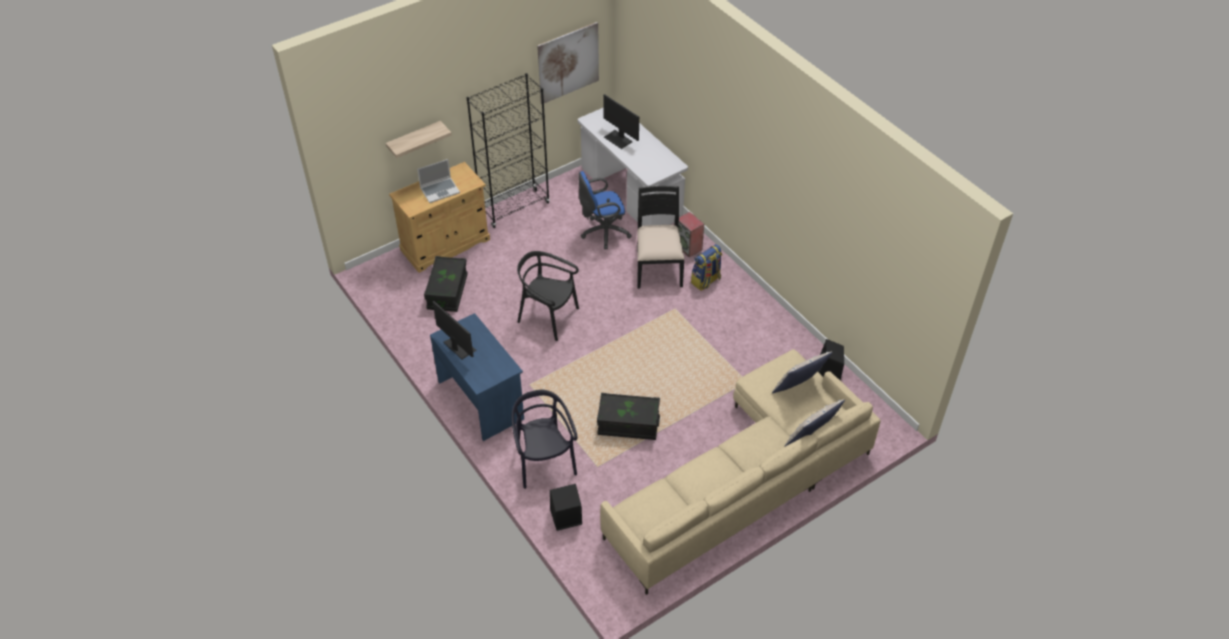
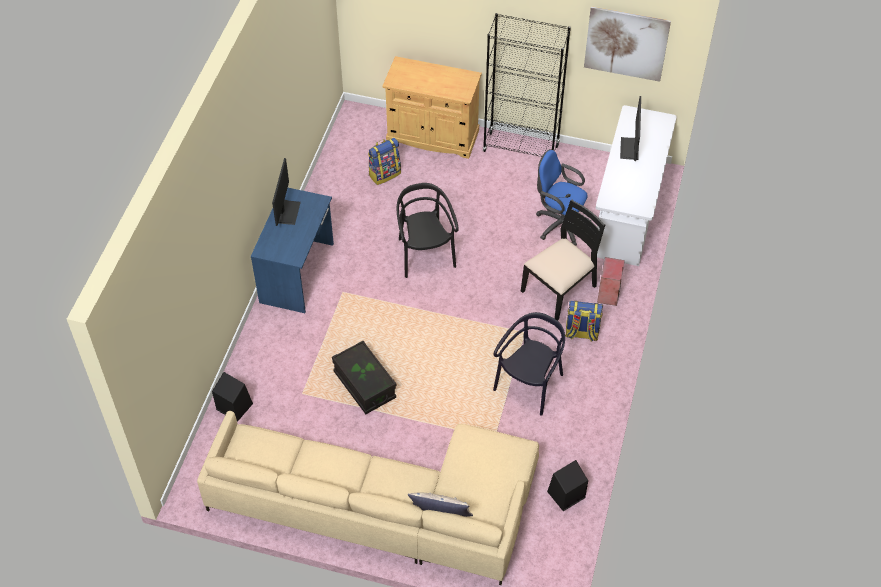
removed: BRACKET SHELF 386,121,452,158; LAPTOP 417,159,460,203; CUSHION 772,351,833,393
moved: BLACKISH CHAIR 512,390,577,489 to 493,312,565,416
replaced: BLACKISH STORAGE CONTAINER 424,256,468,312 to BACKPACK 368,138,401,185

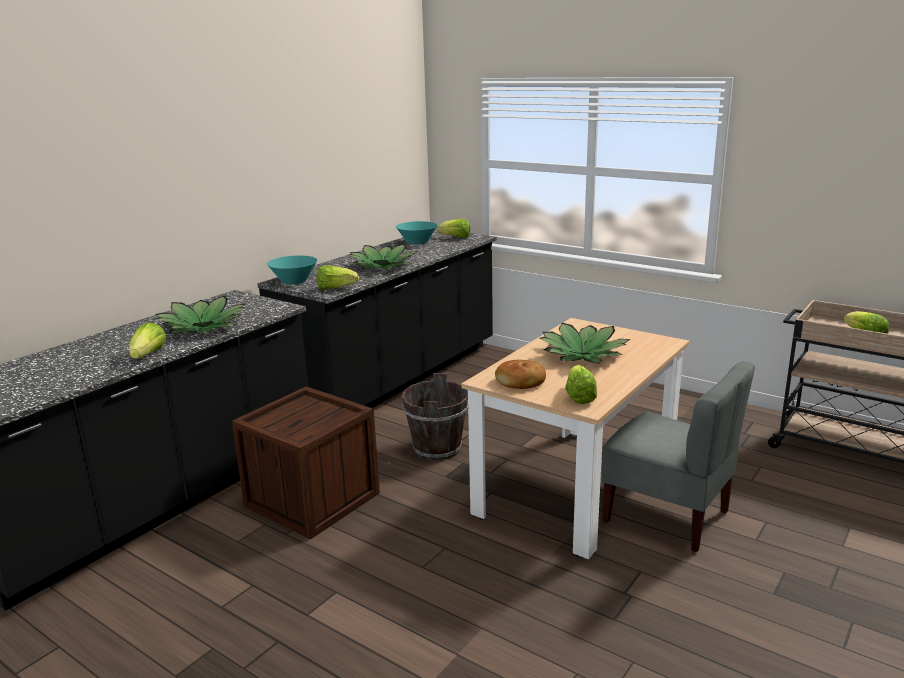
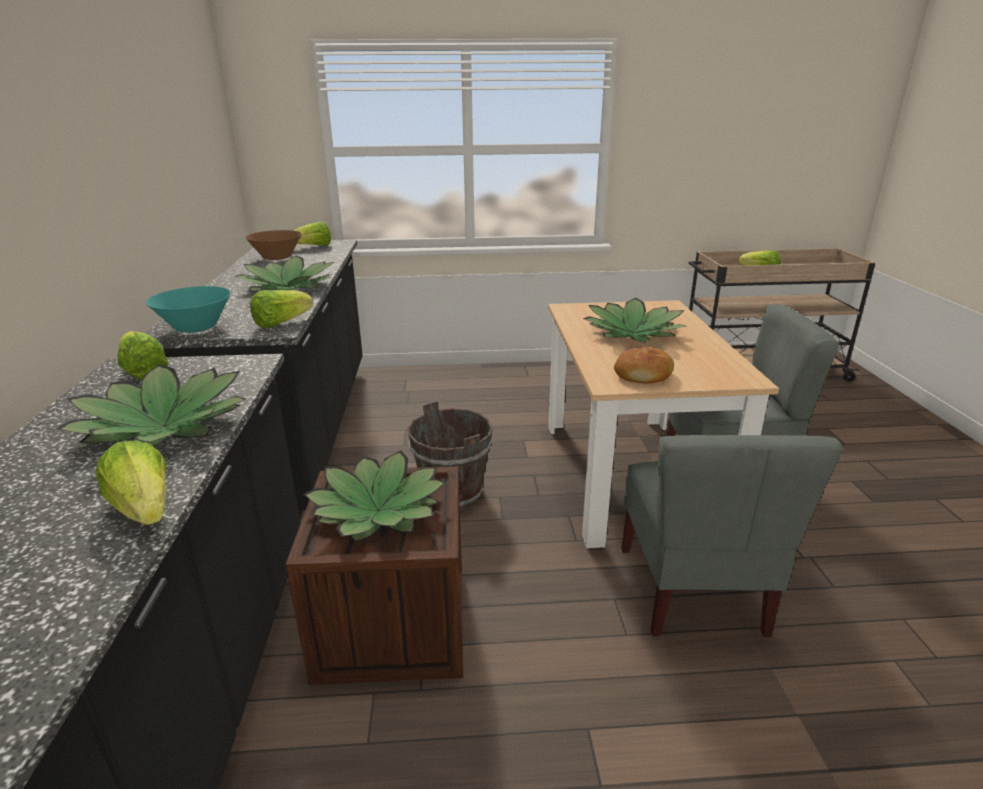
added: GRAY CHAIR 621,435,843,637; PLANT IN A POT 304,450,446,542
moved: HEAD OF LETTUCE 565,365,597,404 to 117,331,168,380
recoloured: TURQUOISE-COLOURED SERVING BOWL 396,221,438,245 to BROWNISH SERVING BOWL 245,230,302,260

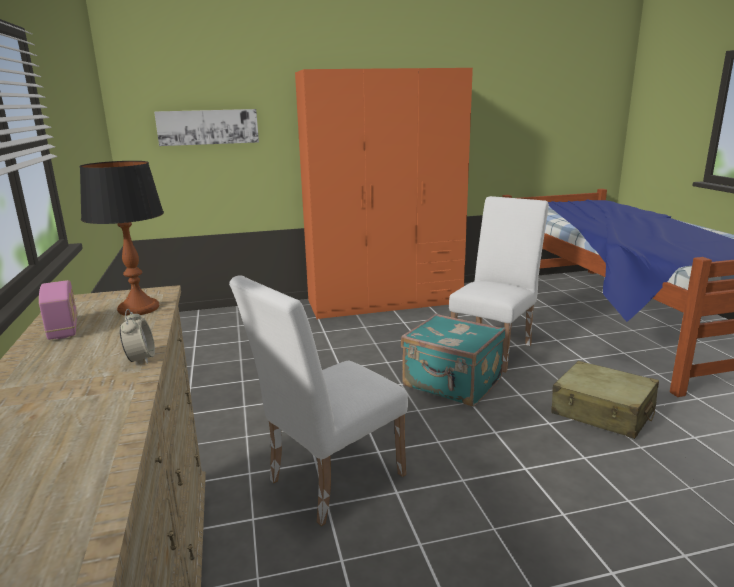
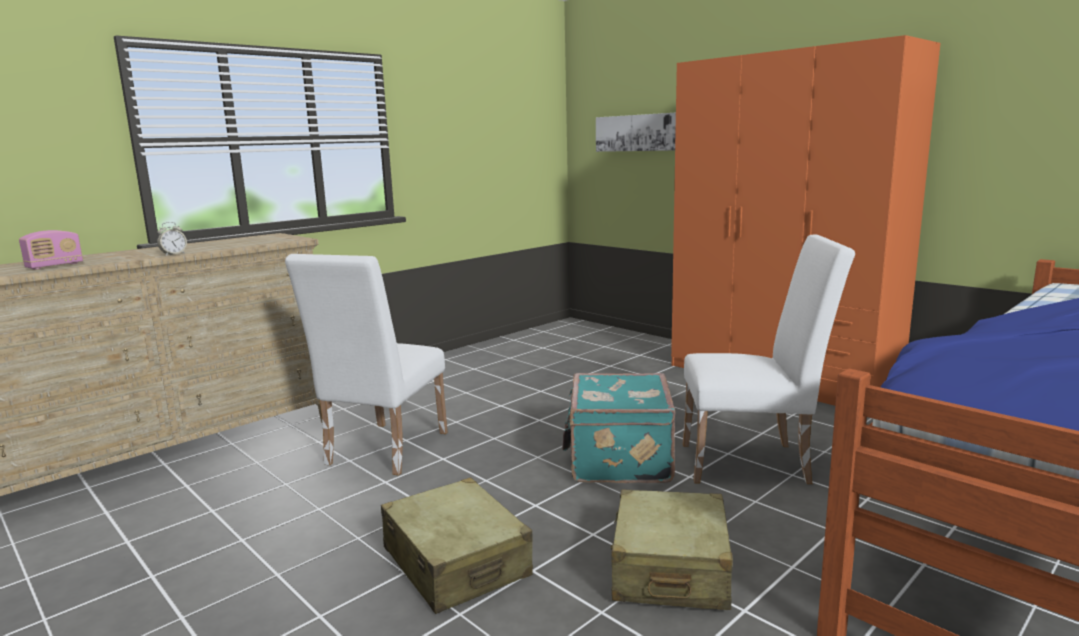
removed: LAMP FOR A TABLE 79,161,164,316
added: BEIGE PIECE OF LUGGAGE 381,477,533,614
moved: RADIO 39,280,77,340 to 19,230,83,269
turned: WHITE CHAIR 229,275,408,526 = 285,254,448,475 90 degrees counterclockwise

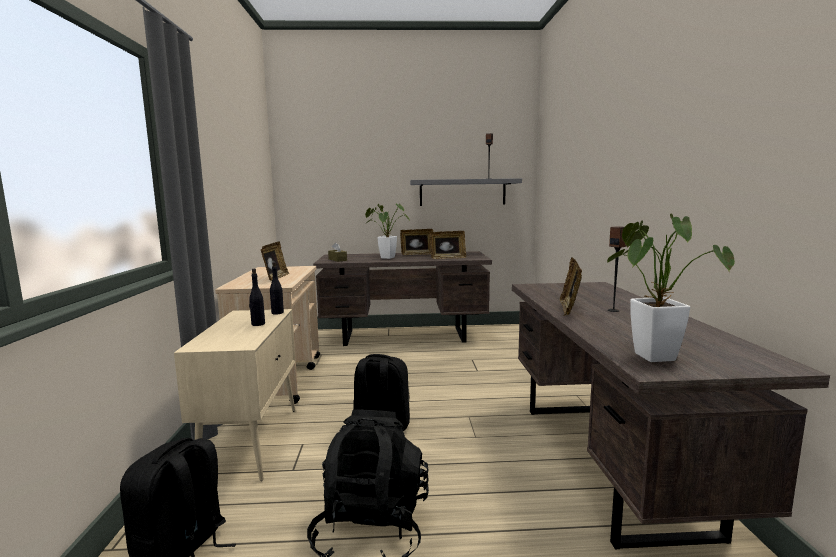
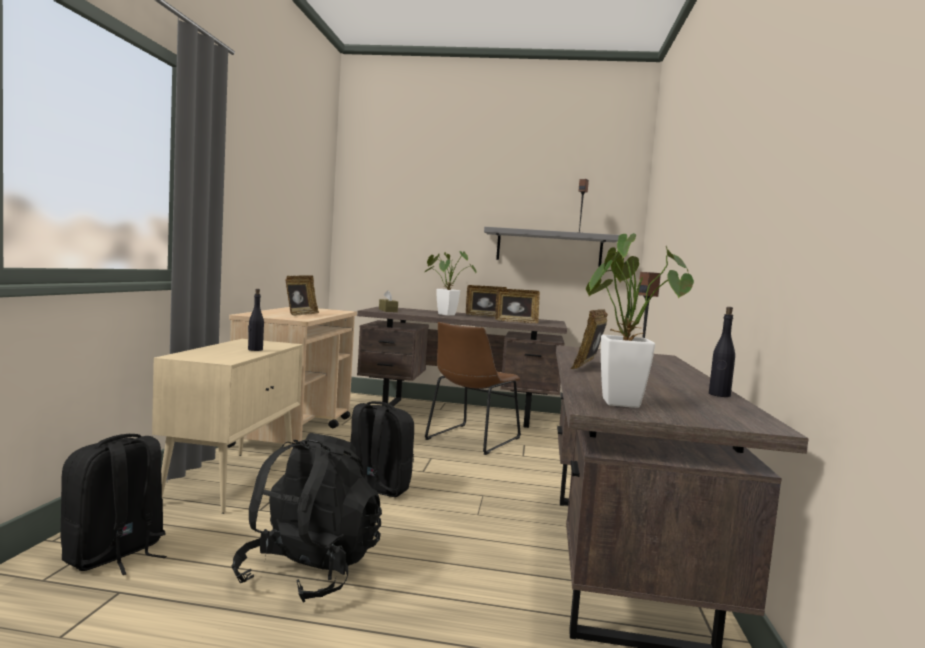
added: BROWNISH CHAIR 425,322,521,455
moved: BLACKISH DRINK BOTTLE 270,262,284,315 to 709,307,735,397

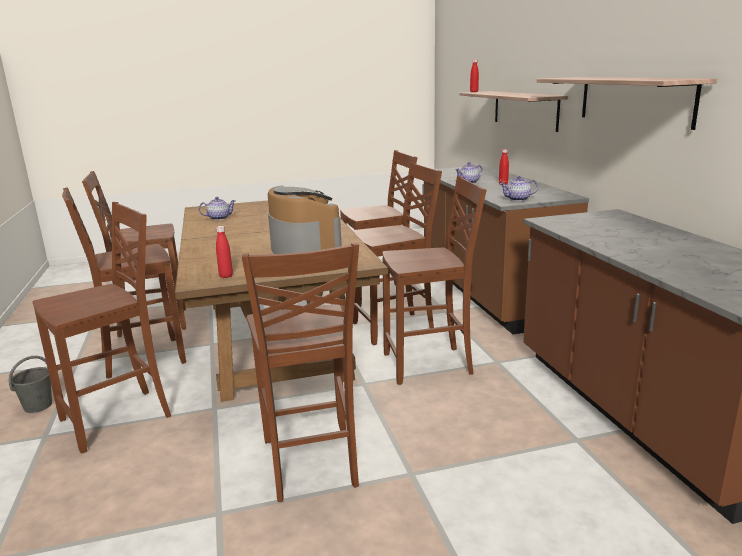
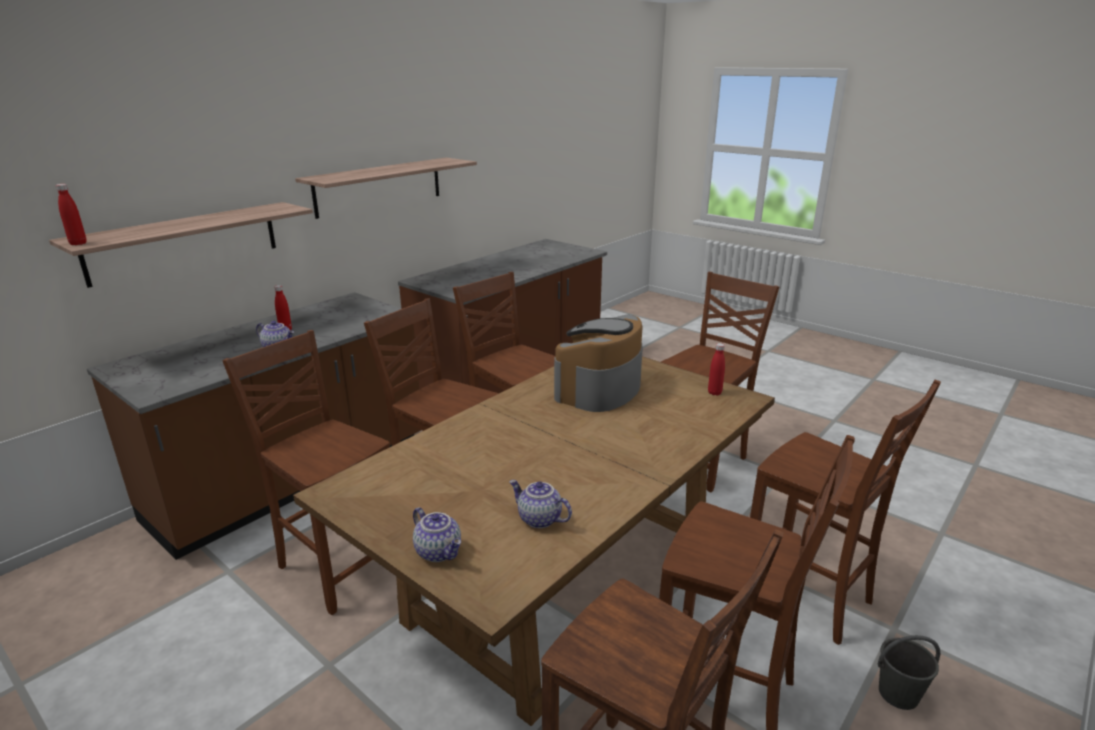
moved: POT FOR TEA 500,176,538,201 to 413,507,461,562
turned: BROWNISH CHAIR 33,202,171,454 = 750,380,941,645 150 degrees counterclockwise

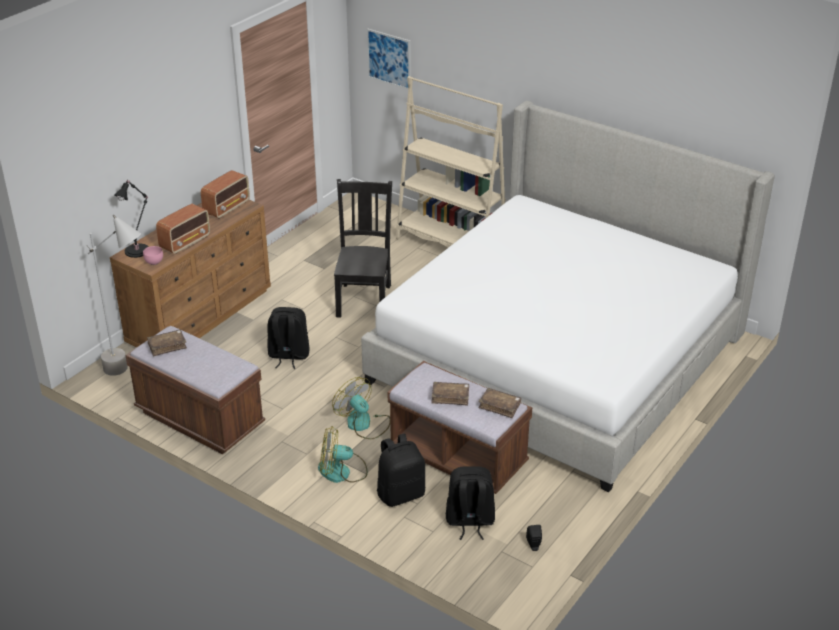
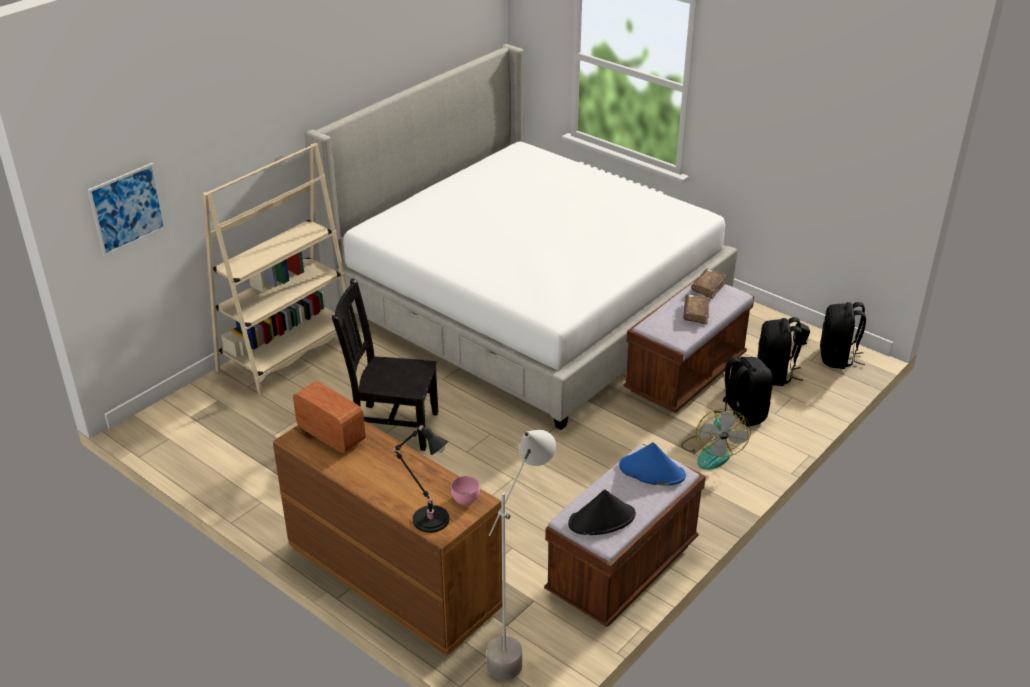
removed: RADIO 156,204,210,254; ELECTRIC FAN 332,377,390,439
added: BLUE-COLOURED CLOTHING HAT 619,442,686,486
moved: BLACKISH BACKPACK 267,307,309,369 to 820,302,866,369
replaced: BROWNISH BOUND BOOK 147,330,187,357 to BLACKISH CLOTHING HAT 568,489,636,535

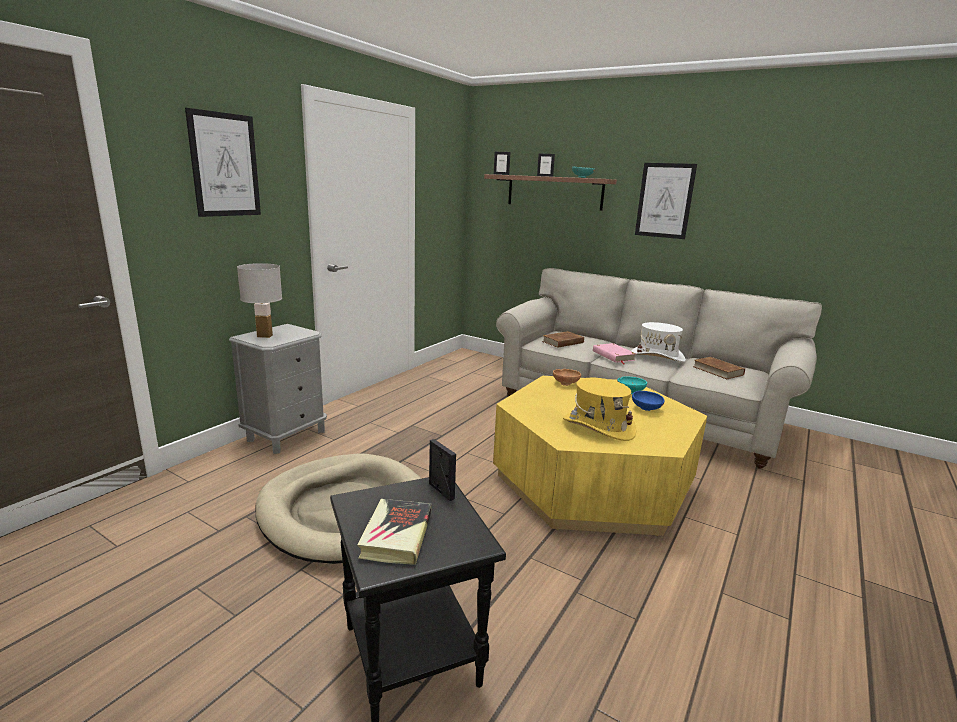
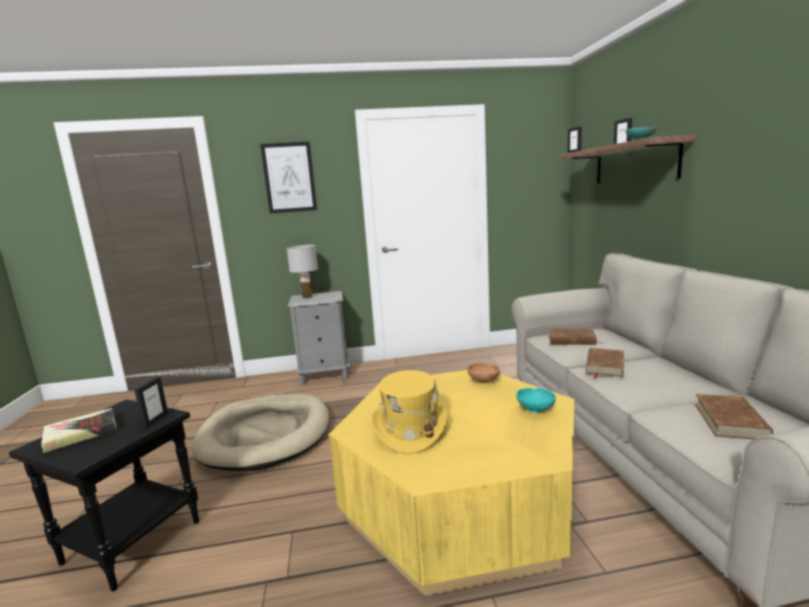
removed: PICTURE 635,163,697,239; WHITE CLOTHING HAT 632,322,686,362; BLUE-COLOURED SERVING BOWL 632,391,665,411
recoloured: PINK-COLOURED BOUND BOOK 593,343,636,364 to BROWNISH BOUND BOOK 586,348,624,378

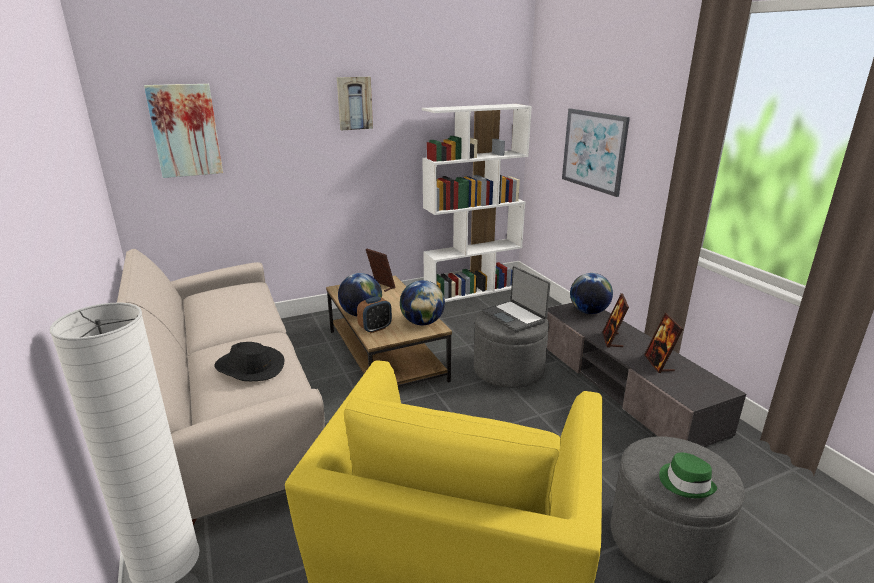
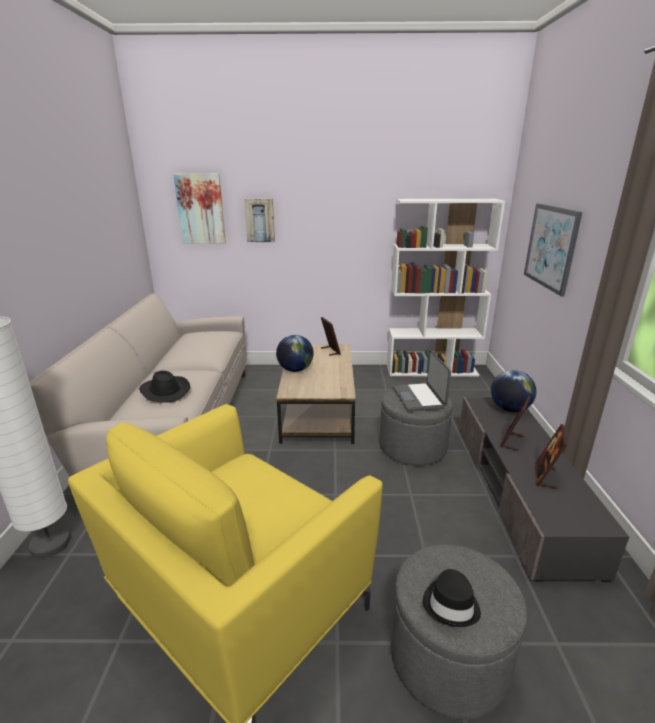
removed: GLOBE 400,280,445,325; BEDSIDE CLOCK 357,296,392,333
moved: PICTURE 337,77,373,130 to 244,199,275,242
recoloured: GREEN-COLOURED CLOTHING HAT 659,453,717,498 to BLACKISH CLOTHING HAT 423,569,481,627

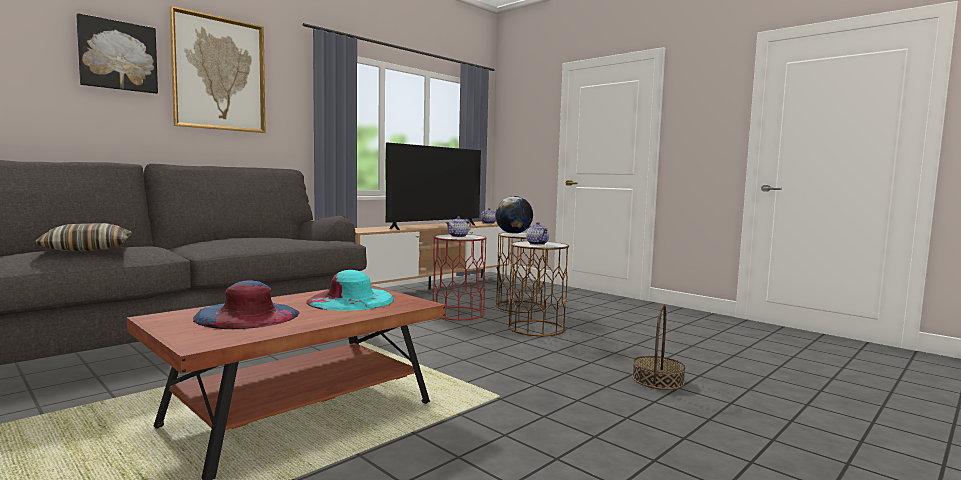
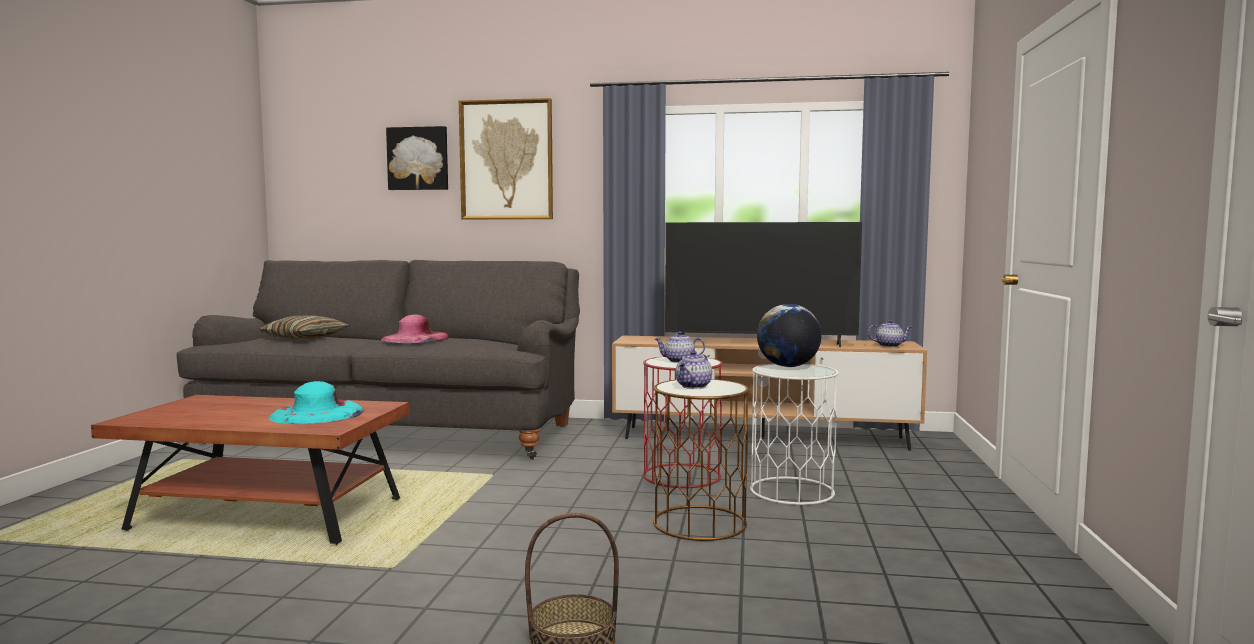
removed: BLUE-COLOURED CLOTHING HAT 193,281,300,329
added: PINK-COLOURED CLOTHING HAT 381,314,448,343
recoloured: BROWNISH SIDE TABLE 496,232,547,313 to WHITE SIDE TABLE 750,364,839,505

